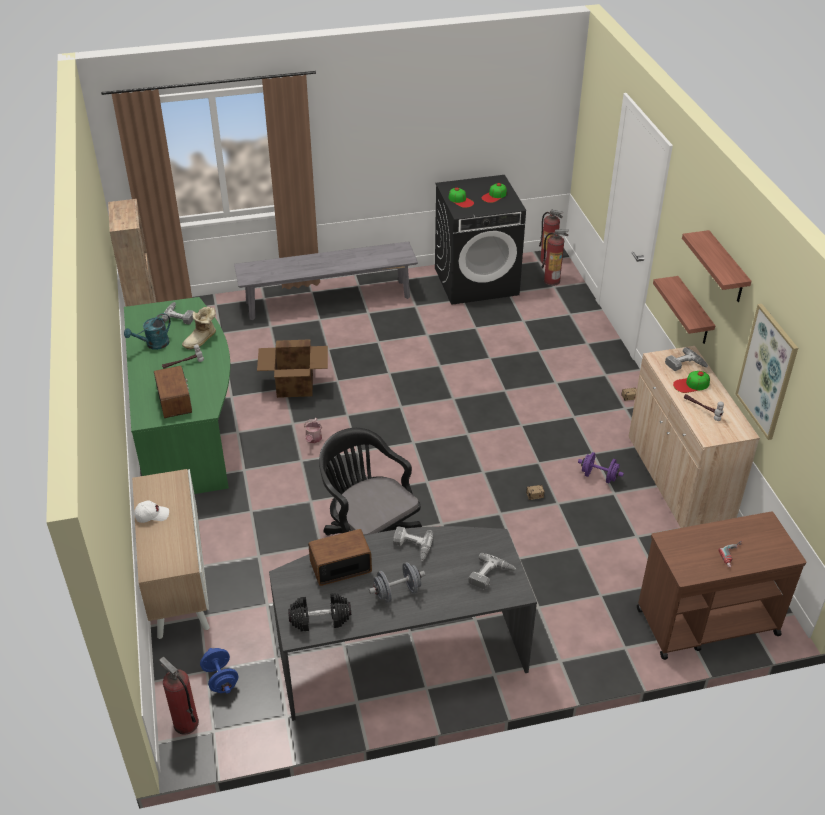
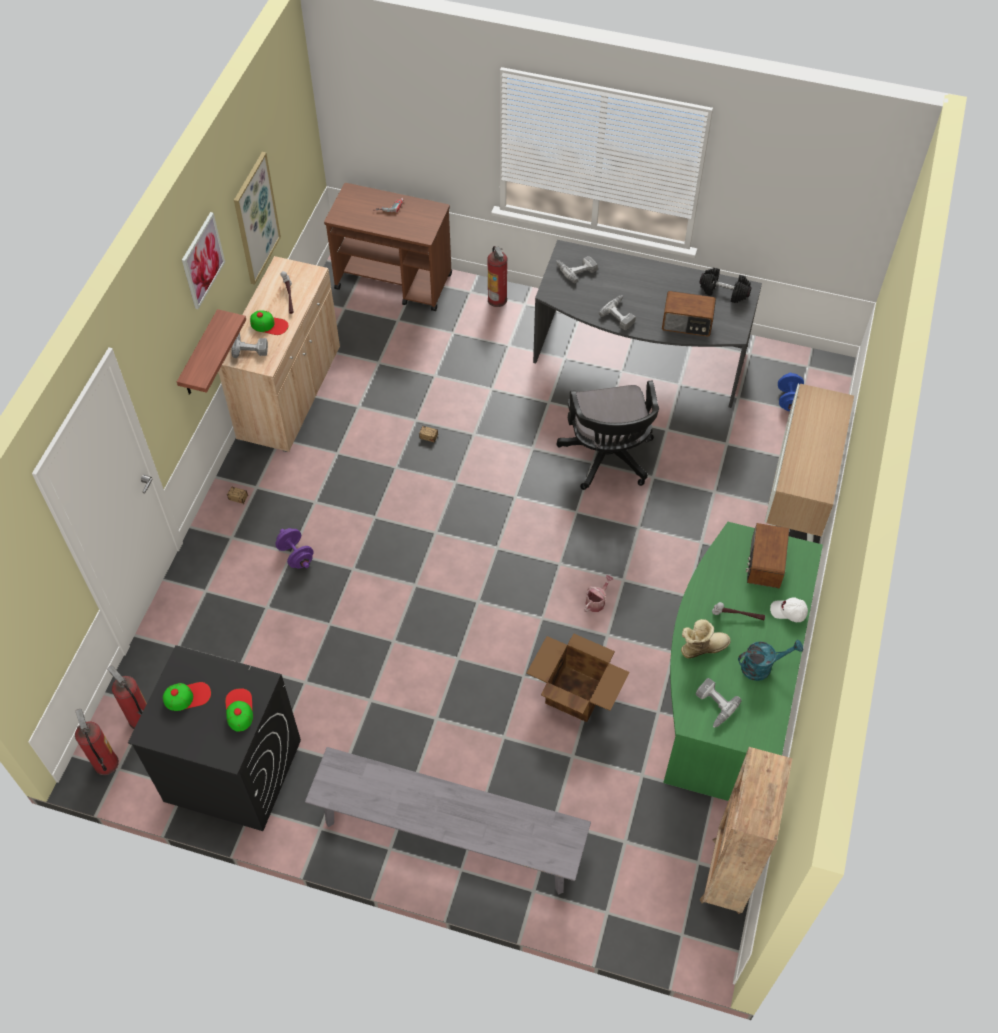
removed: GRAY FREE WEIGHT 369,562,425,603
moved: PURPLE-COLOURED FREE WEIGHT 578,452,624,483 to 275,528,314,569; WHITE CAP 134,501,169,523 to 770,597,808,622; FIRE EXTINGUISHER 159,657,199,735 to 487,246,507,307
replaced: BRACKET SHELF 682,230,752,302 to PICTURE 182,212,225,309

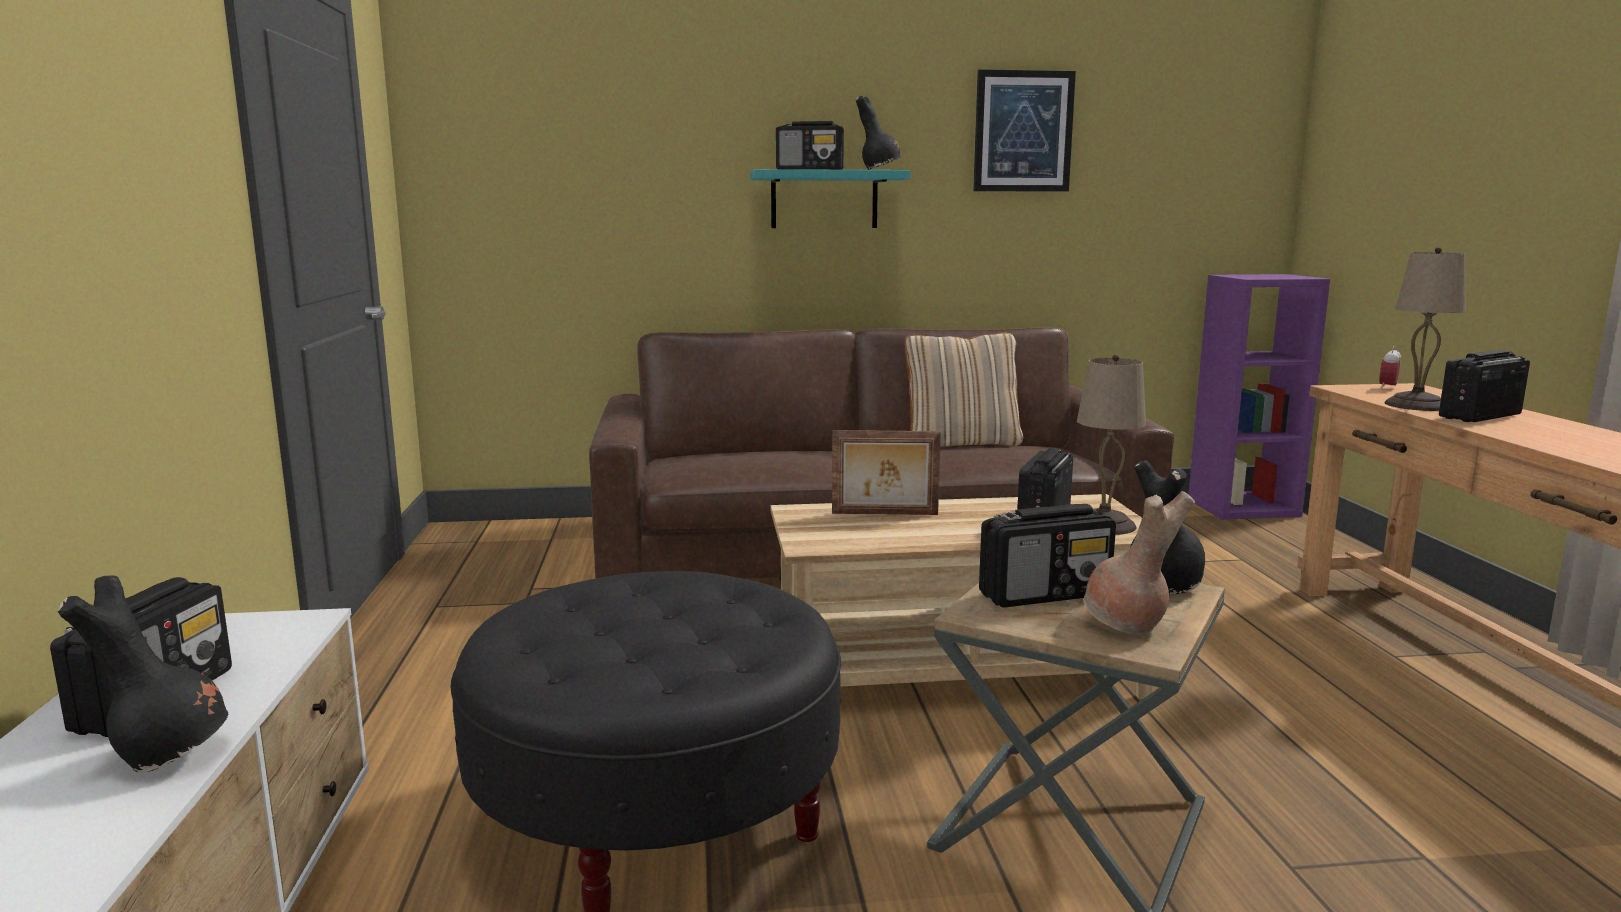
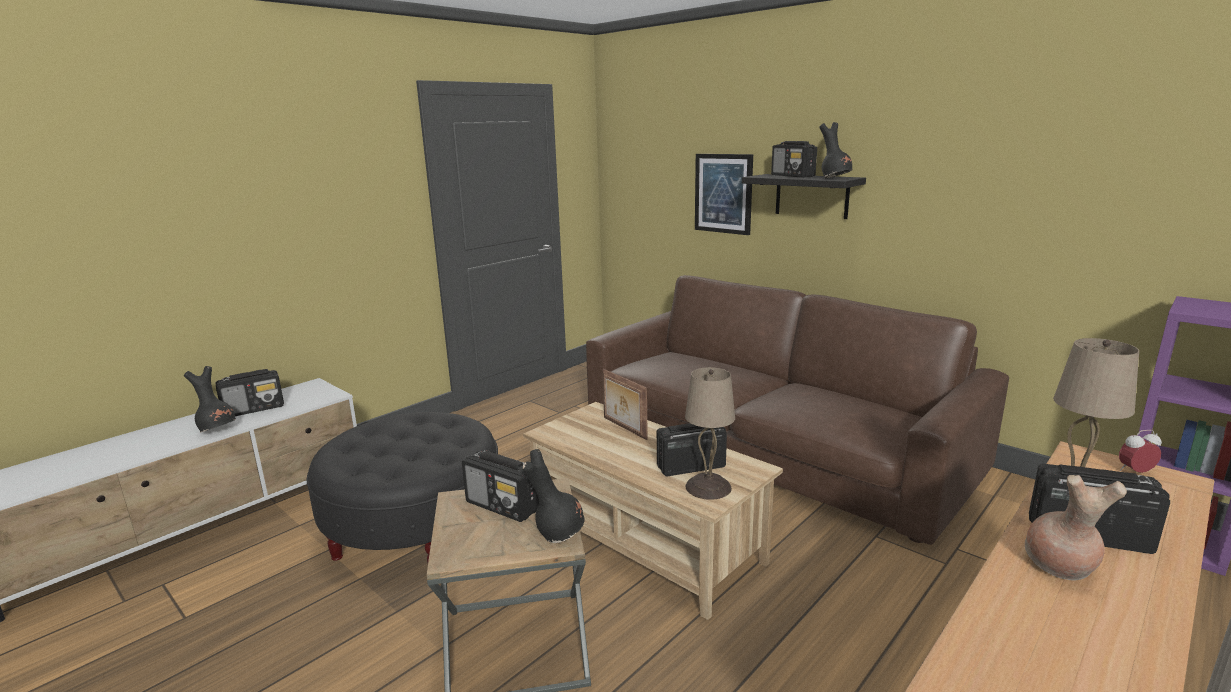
removed: BEIGE CUSHION 905,332,1023,448
moved: PICTURE 973,69,1076,191 to 695,154,753,235; BROWNISH DECORATIVE VASE 1084,491,1195,634 to 1025,475,1127,581
recoloured: TURQUOISE-COLOURED BRACKET SHELF 750,169,910,228 to BLACKISH BRACKET SHELF 742,174,866,219

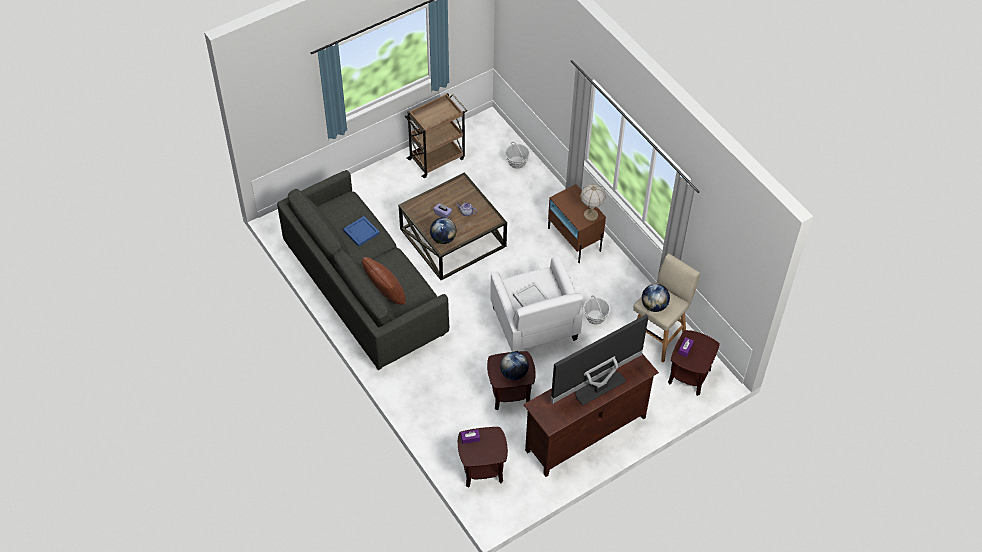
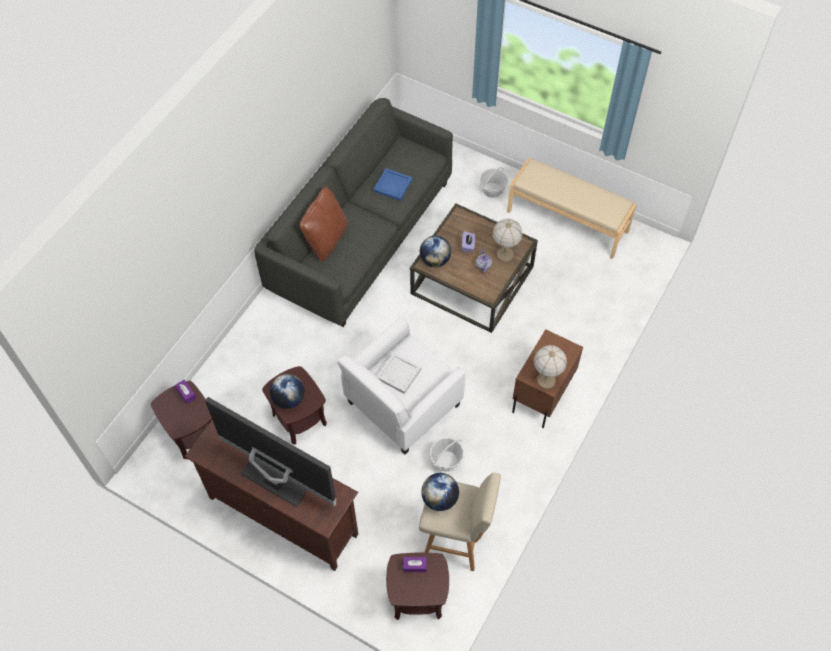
added: LAMP FOR A TABLE 492,219,522,262
moved: BASKET 505,142,530,169 to 479,167,508,198
replaced: BROWNISH CART 405,93,467,178 to BEIGE INDOOR BENCH 507,158,637,259

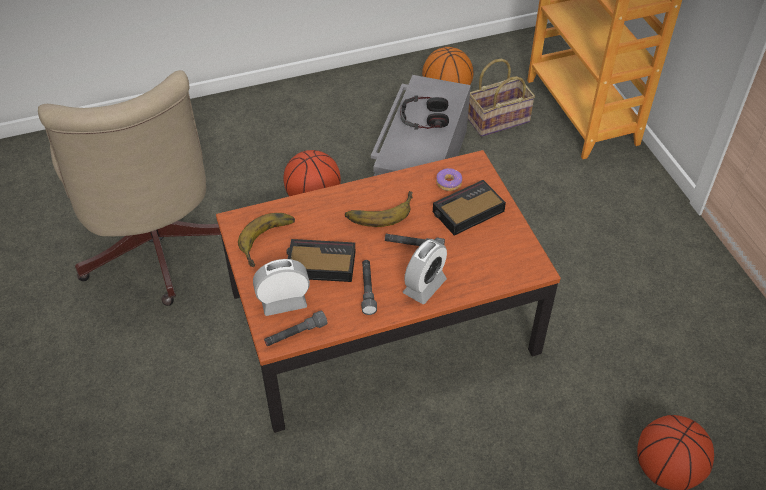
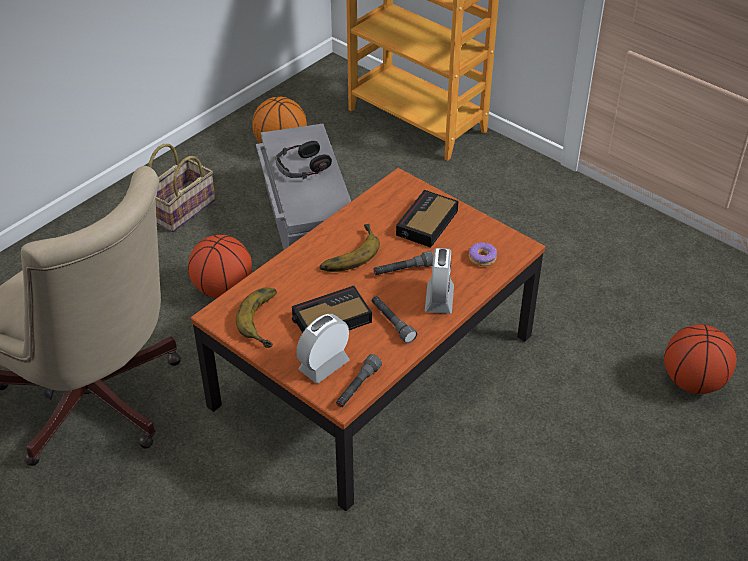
moved: BASKET 468,58,535,137 to 148,144,215,232; RING DOUGHNUT 436,168,462,191 to 469,242,497,266

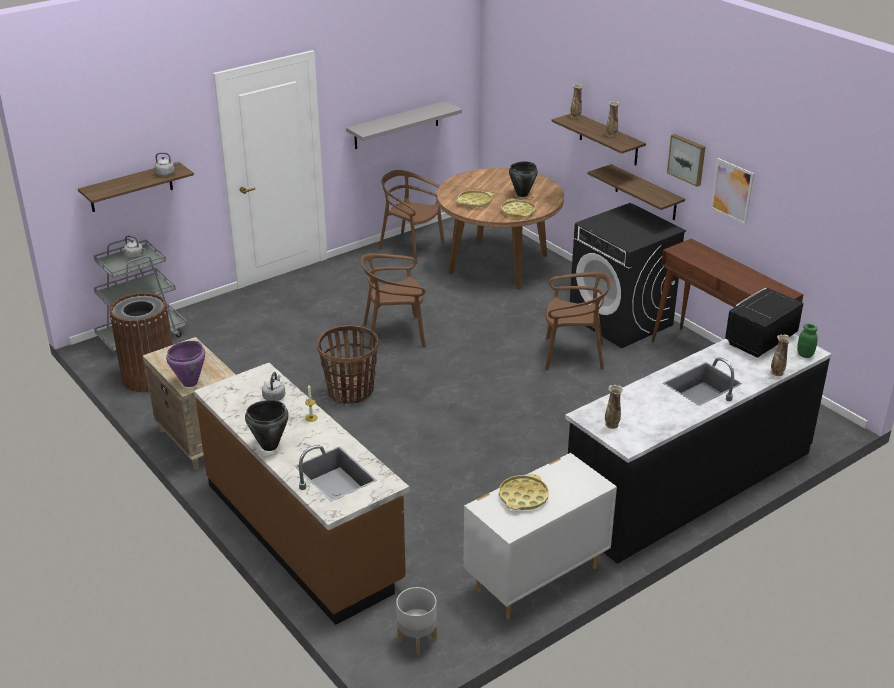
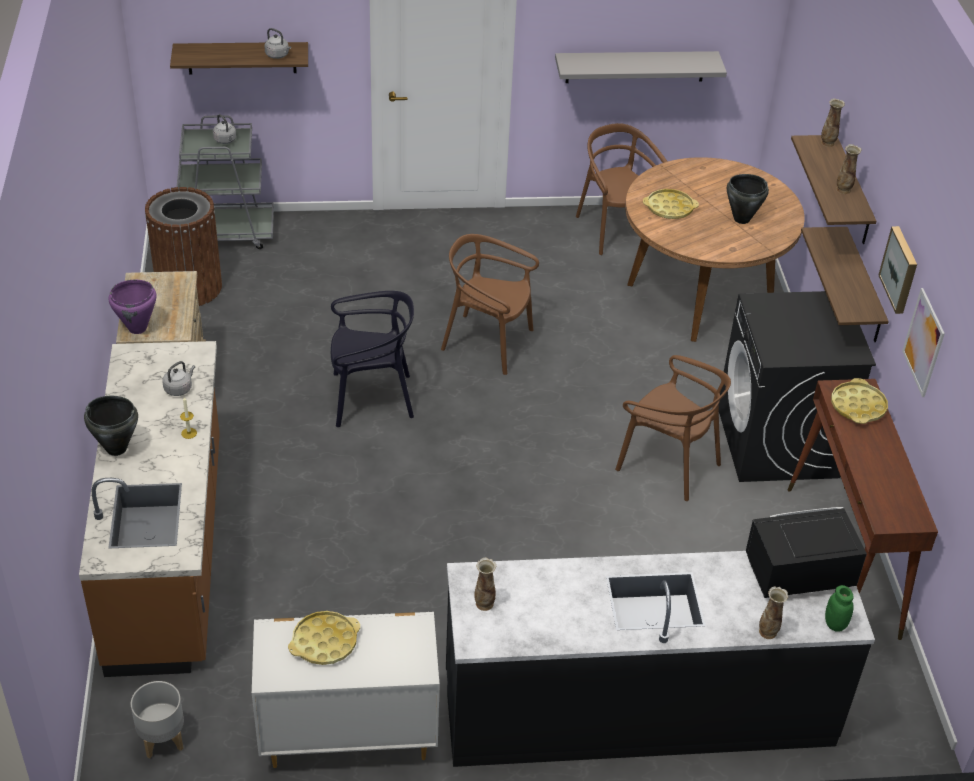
moved: YELLOW-COLOURED SERVING TRAY 501,199,536,218 to 831,378,888,424
replaced: BASKET 317,325,379,404 to BLACKISH CHAIR 331,291,414,427

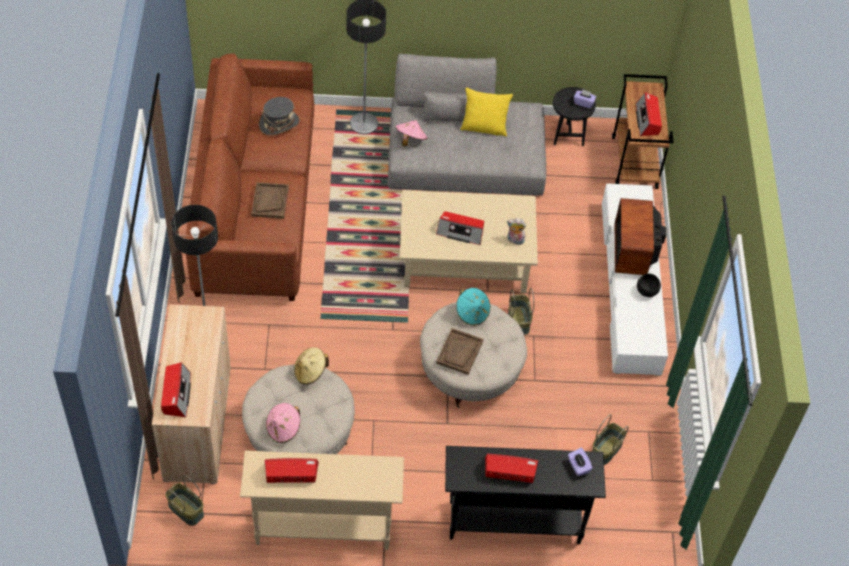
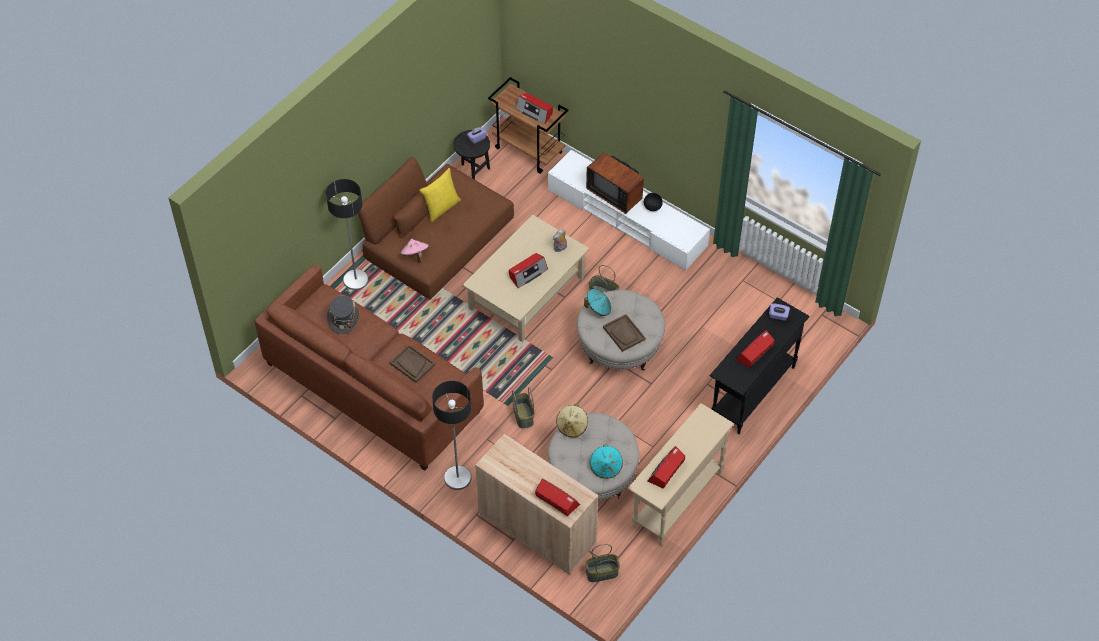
moved: BASKET 592,414,628,465 to 512,387,534,429
recoloured: GRAY SETTEE 388,53,546,196 to BROWNISH SETTEE 358,157,514,299; PINK-COLOURED CLOTHING HAT 266,403,300,443 to TURQUOISE-COLOURED CLOTHING HAT 590,444,623,479

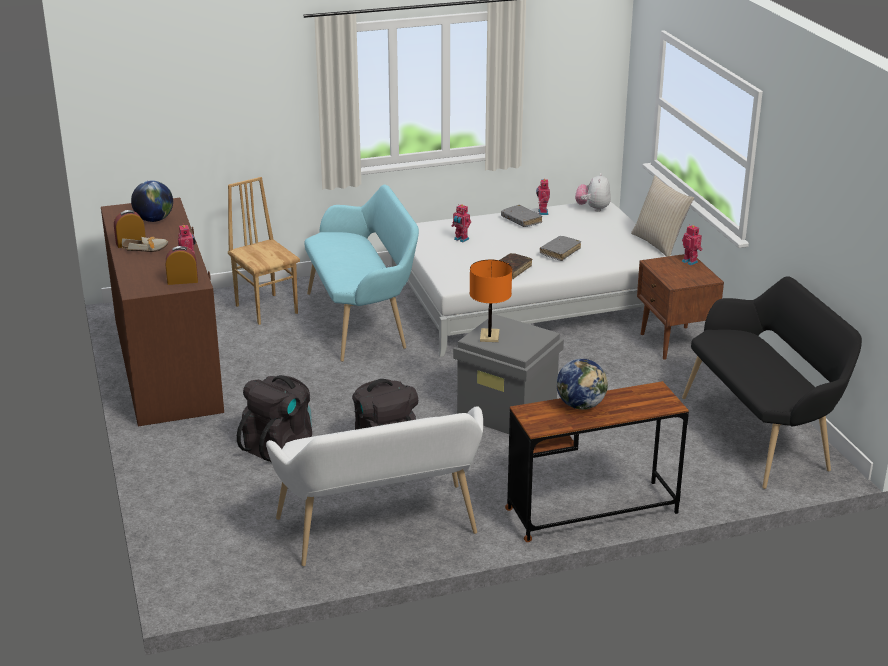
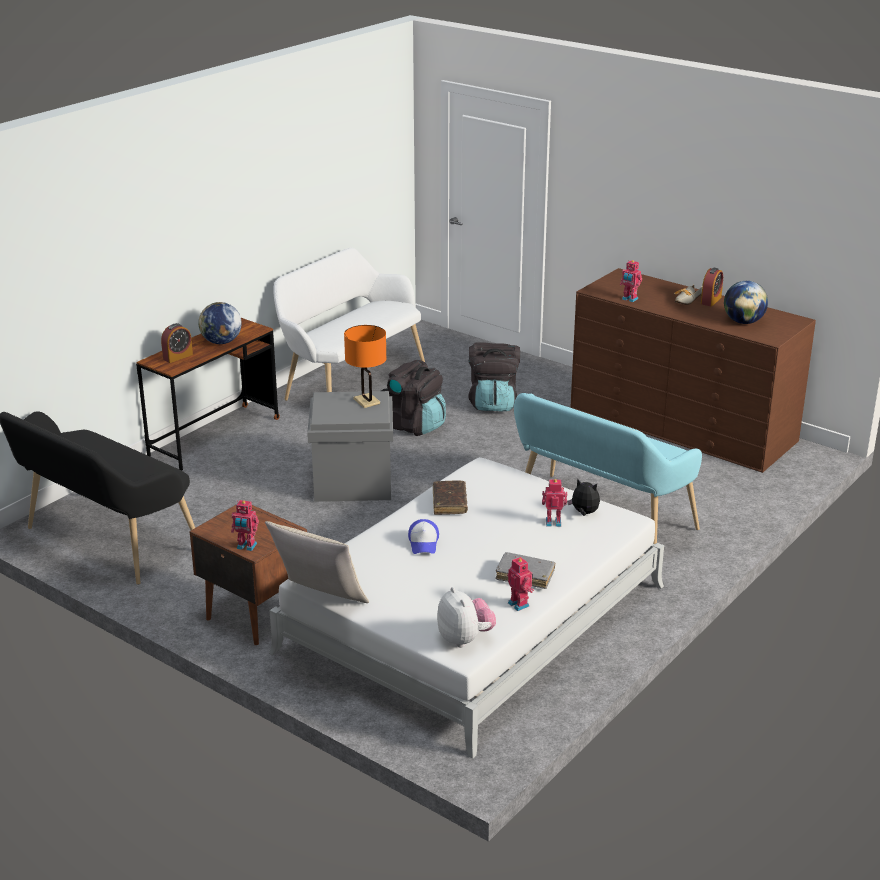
removed: BROWNISH CHAIR 228,177,300,325
added: SOFT TOY 567,479,600,516
moved: BEDSIDE CLOCK 166,246,198,285 to 161,323,193,363
replaced: GRAY BOUND BOOK 540,236,581,261 to CAP 408,519,439,554

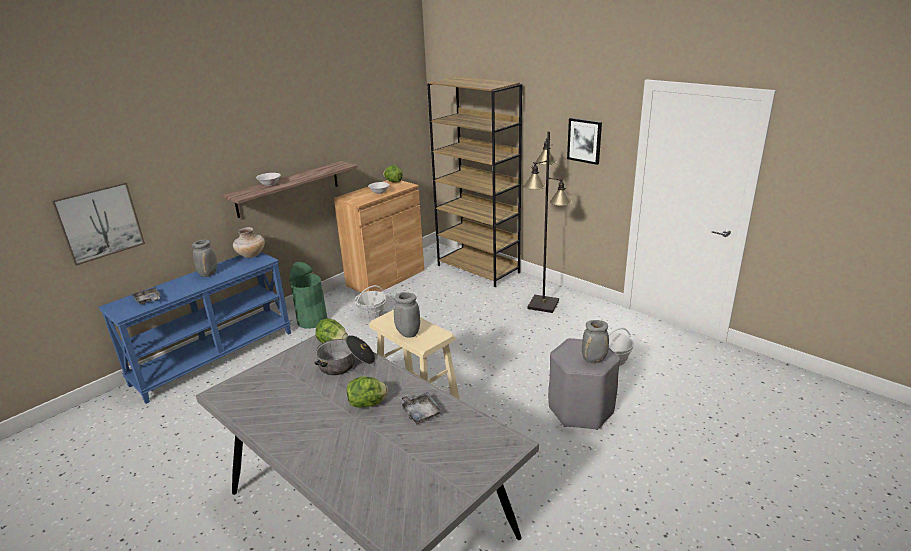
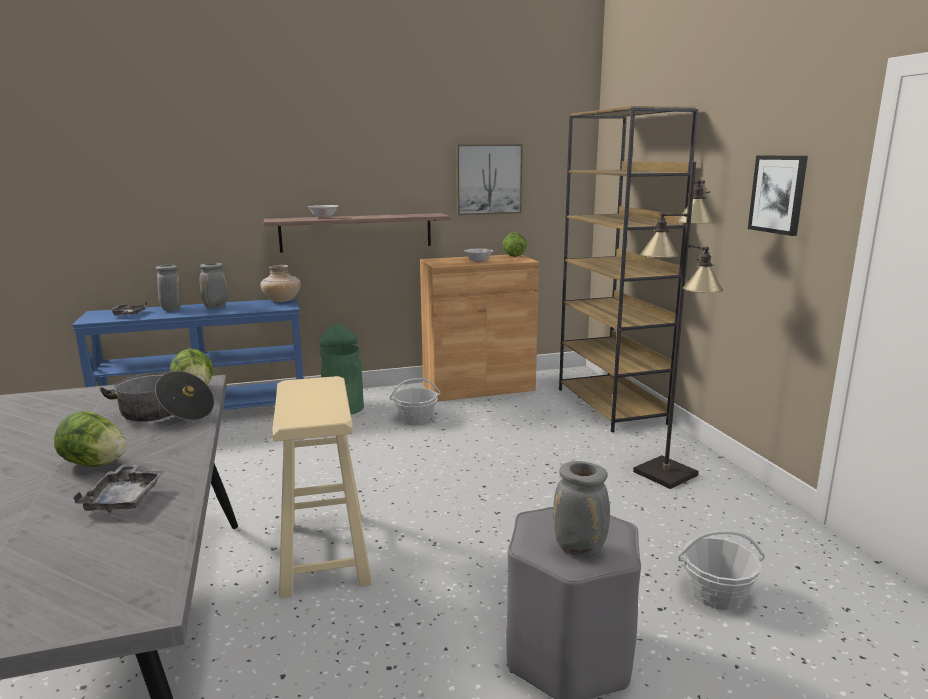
moved: PICTURE 51,182,145,266 to 456,144,523,215; GRAY DECORATIVE VASE 394,292,420,338 to 156,265,182,311

